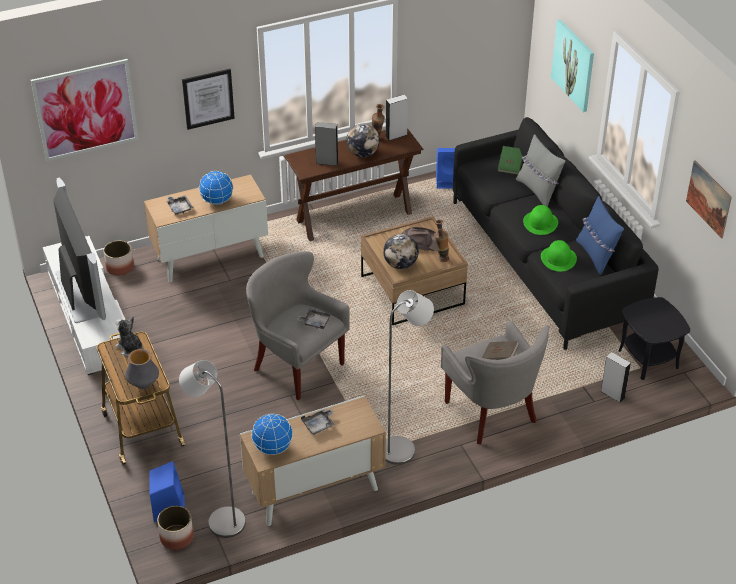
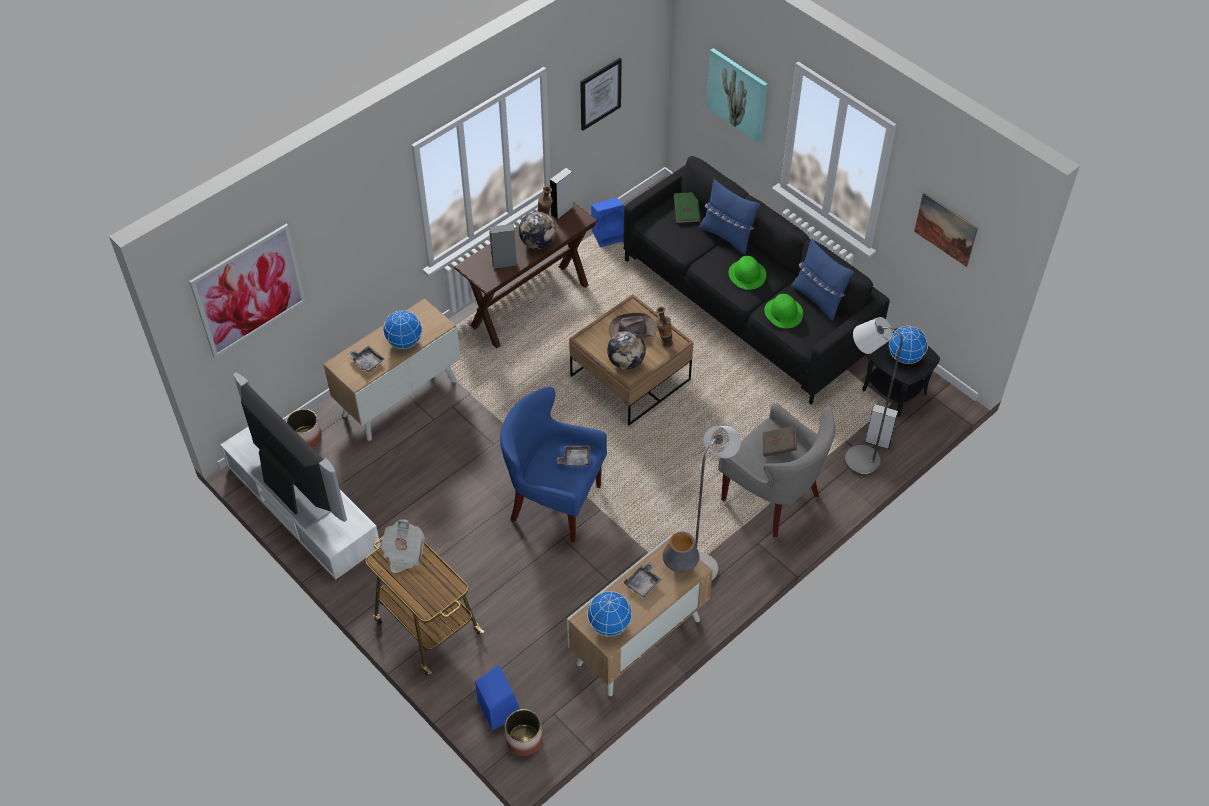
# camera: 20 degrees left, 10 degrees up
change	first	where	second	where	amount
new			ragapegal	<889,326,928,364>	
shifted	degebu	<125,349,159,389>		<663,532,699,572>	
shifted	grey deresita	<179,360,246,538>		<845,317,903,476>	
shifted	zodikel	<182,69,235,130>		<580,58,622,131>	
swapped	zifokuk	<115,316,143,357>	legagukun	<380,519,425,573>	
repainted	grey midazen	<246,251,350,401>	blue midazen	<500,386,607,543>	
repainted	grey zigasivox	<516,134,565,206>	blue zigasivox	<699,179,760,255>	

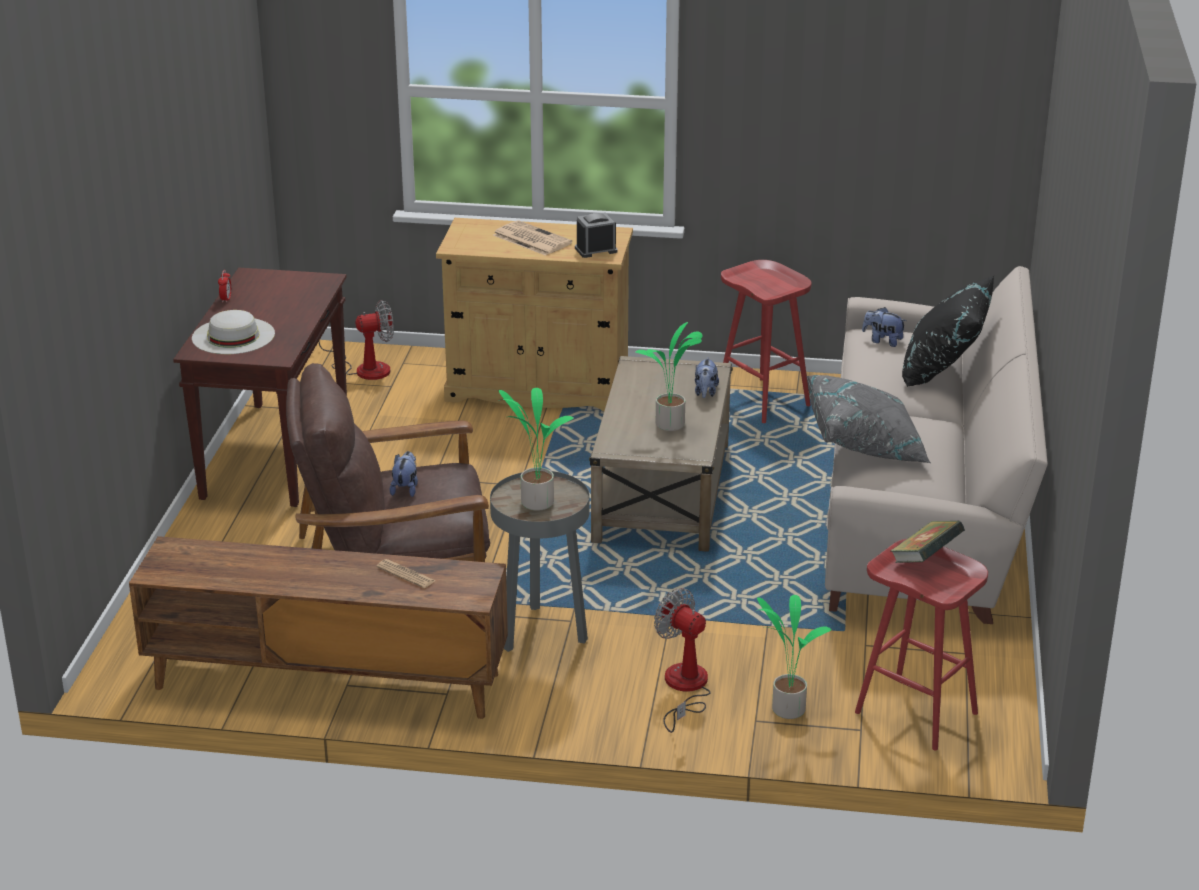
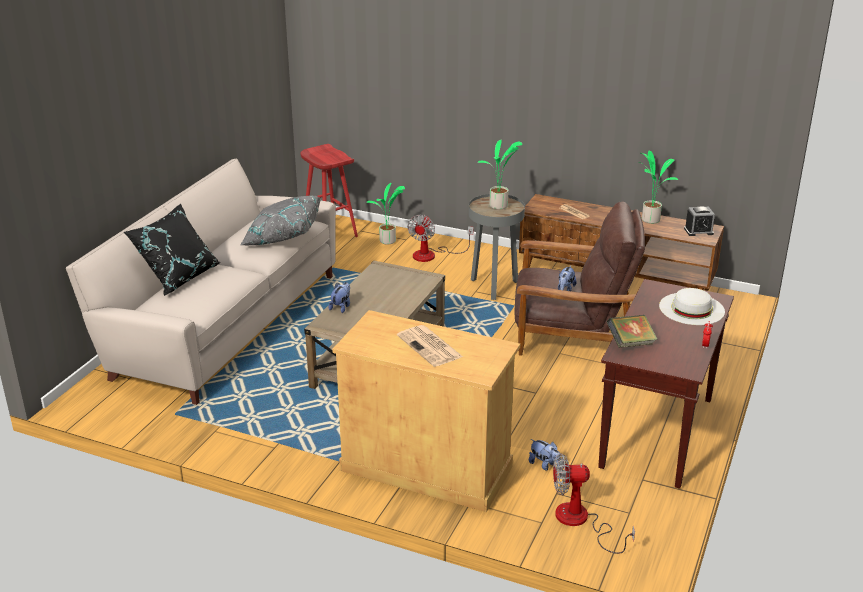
# camera: 165 degrees left, 0 degrees up
change	first	where	second	where	amount
gone	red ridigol	<721,260,812,423>			
shifted	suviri	<575,212,617,258>		<684,206,715,236>	
shifted	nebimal	<635,322,702,431>		<639,150,679,224>	
shifted	zifokuk	<862,307,906,347>		<529,439,561,471>	
shifted	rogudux	<891,521,965,563>		<607,315,658,348>	
rotated	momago	<654,588,711,733>		<407,215,473,262>	45 degrees clockwise

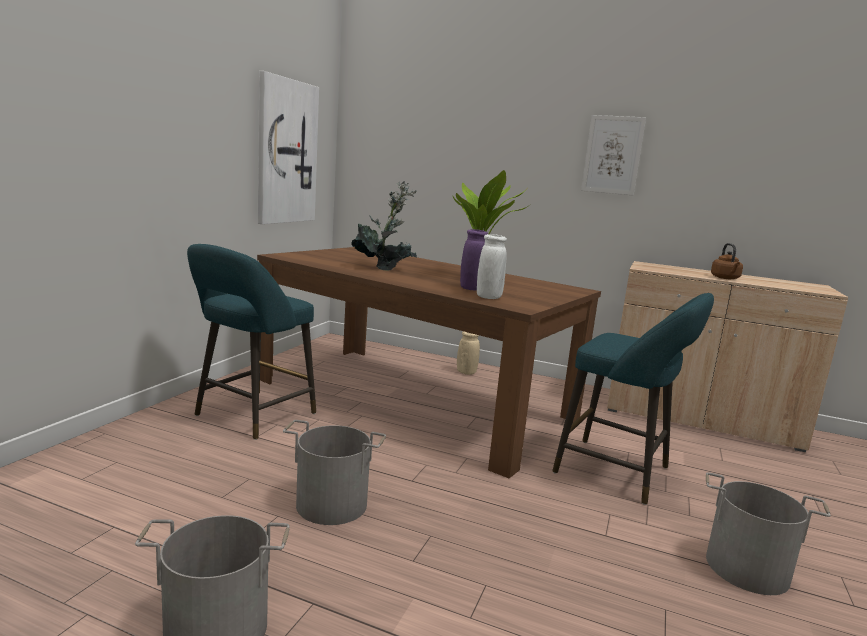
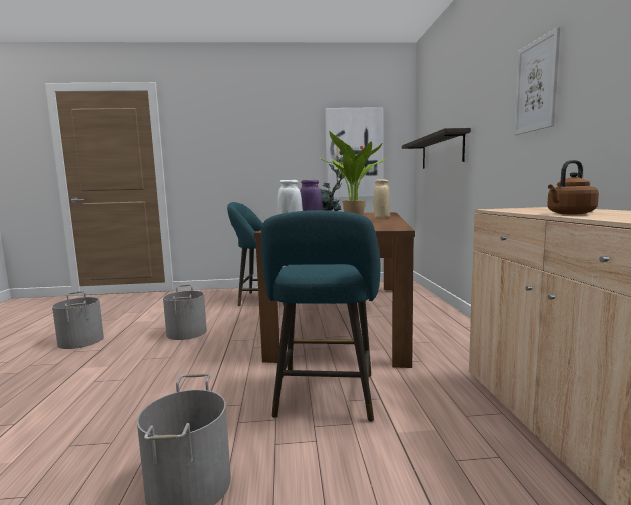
# camera: 65 degrees right, 5 degrees down
change	first	where	second	where	amount
new			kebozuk	<402,128,471,169>	
shifted	beige degebu	<457,331,480,375>		<374,179,390,218>	

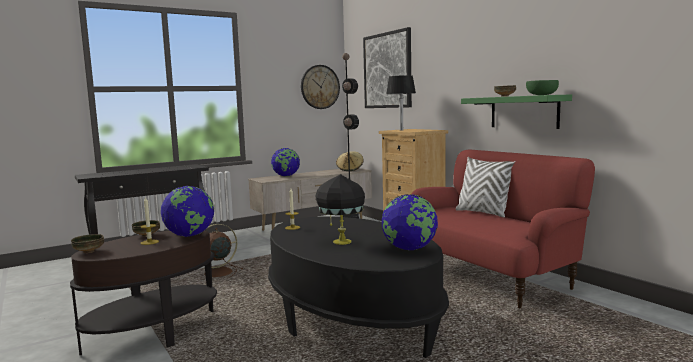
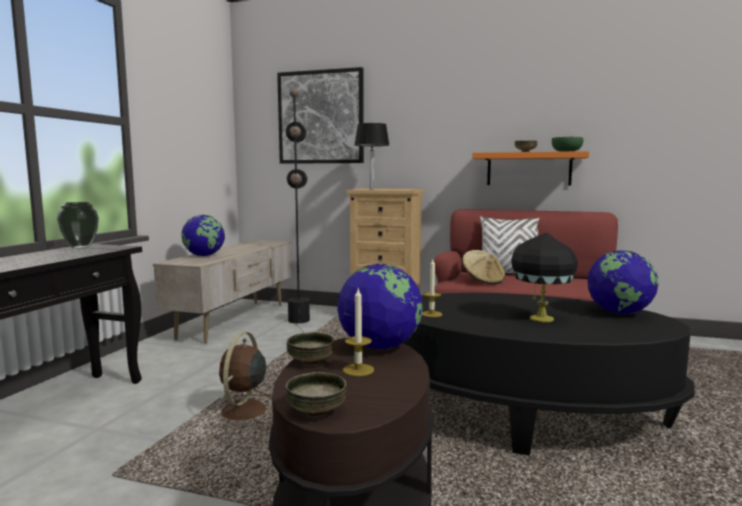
# camera: 40 degrees left, 0 degrees up
change	first	where	second	where	amount
gone	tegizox	<301,65,340,109>			
new			degebu	<57,202,99,249>	
shifted	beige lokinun	<336,151,363,171>		<462,250,505,284>	
repainted	green kebozuk	<461,94,572,129>	orange kebozuk	<472,151,589,186>	

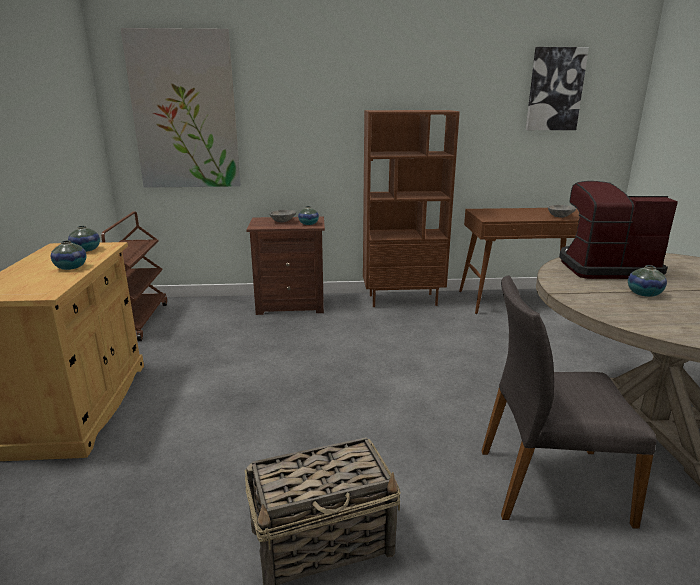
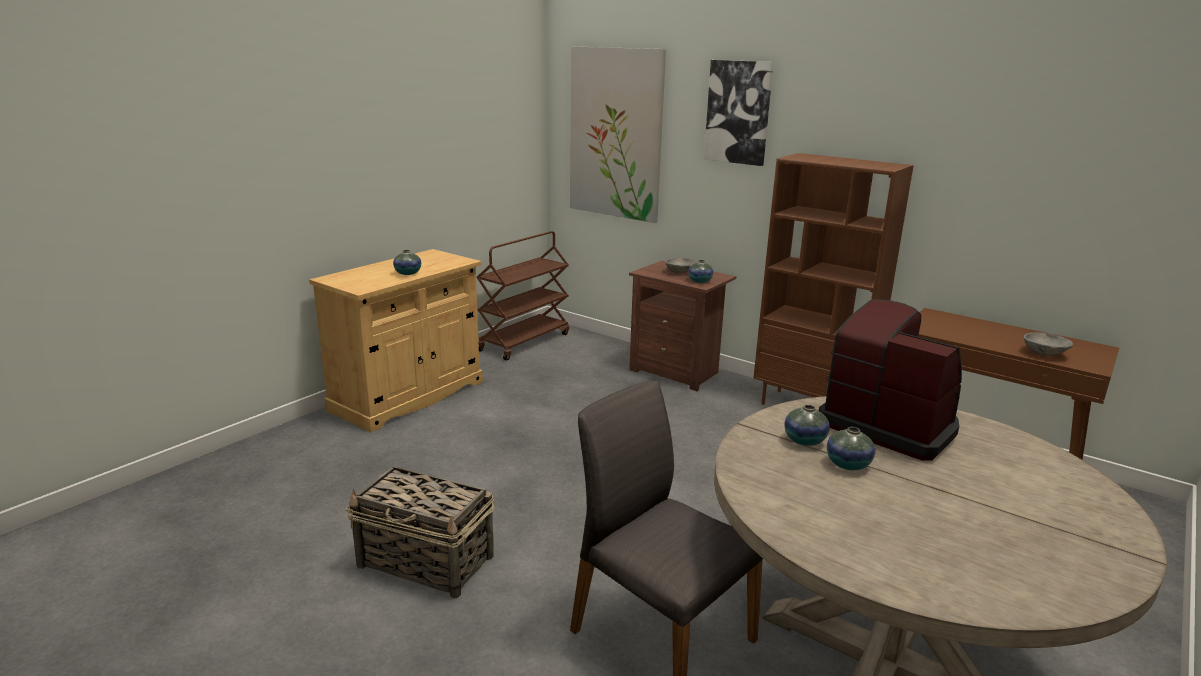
# camera: 40 degrees right, 0 degrees up
change	first	where	second	where	amount
shifted	degebu	<68,226,100,252>		<785,405,830,446>	
shifted	zodikel	<526,47,589,130>		<704,60,774,166>	

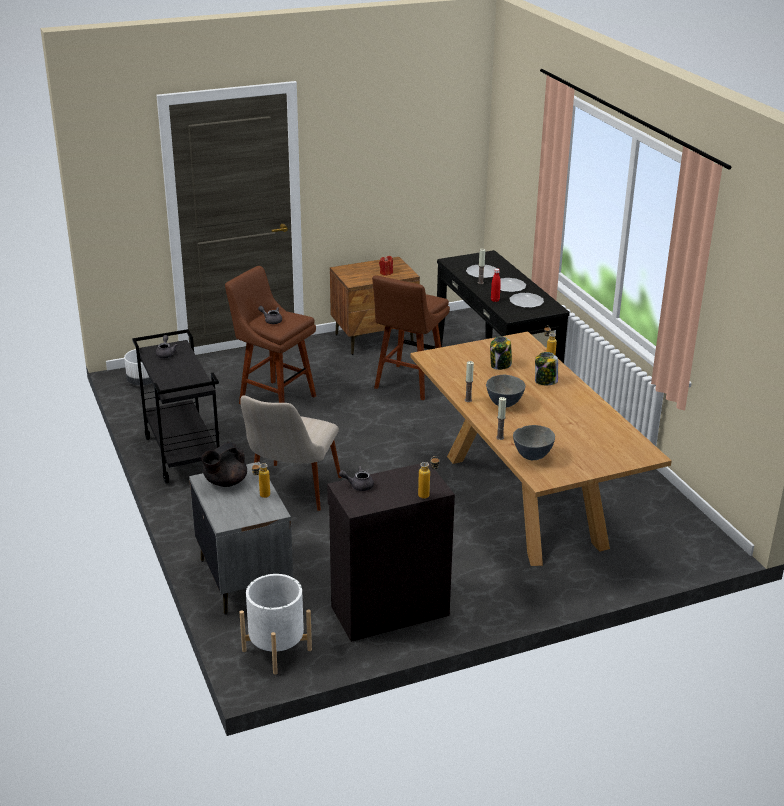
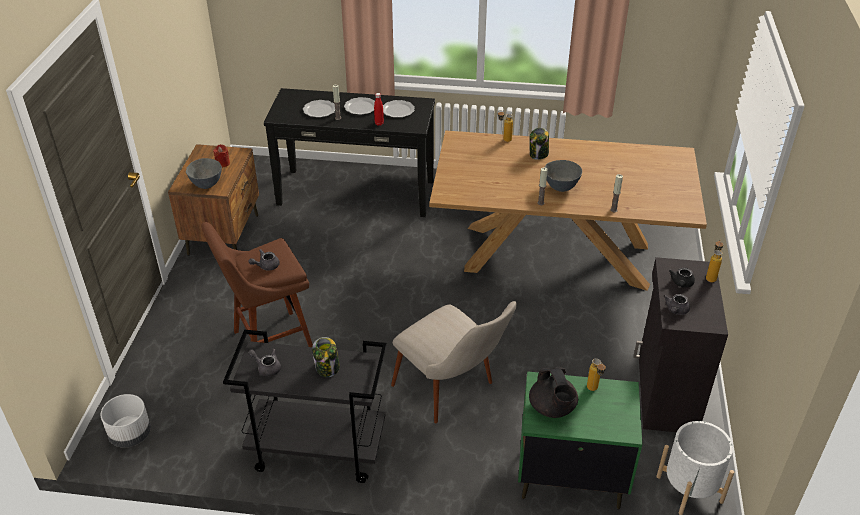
# camera: 60 degrees left, 10 degrees up
change	first	where	second	where	amount
gone	brown ridigol	<372,275,450,400>			
new			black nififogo	<669,267,695,288>	
shifted	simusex	<490,336,512,370>		<312,337,340,377>	
shifted	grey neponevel	<513,425,555,460>		<186,158,222,189>	
repainted	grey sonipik	<189,462,293,615>	green sonipik	<518,371,642,510>	

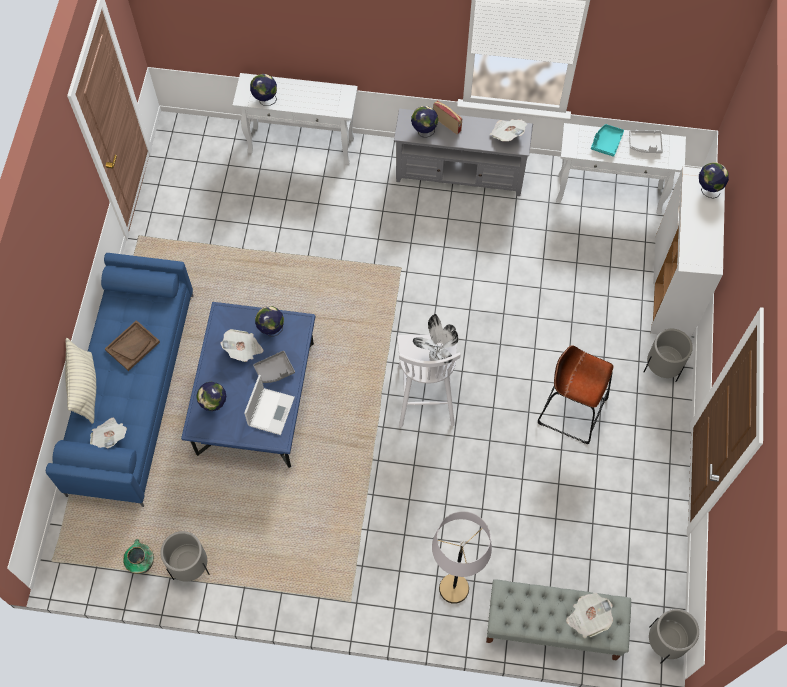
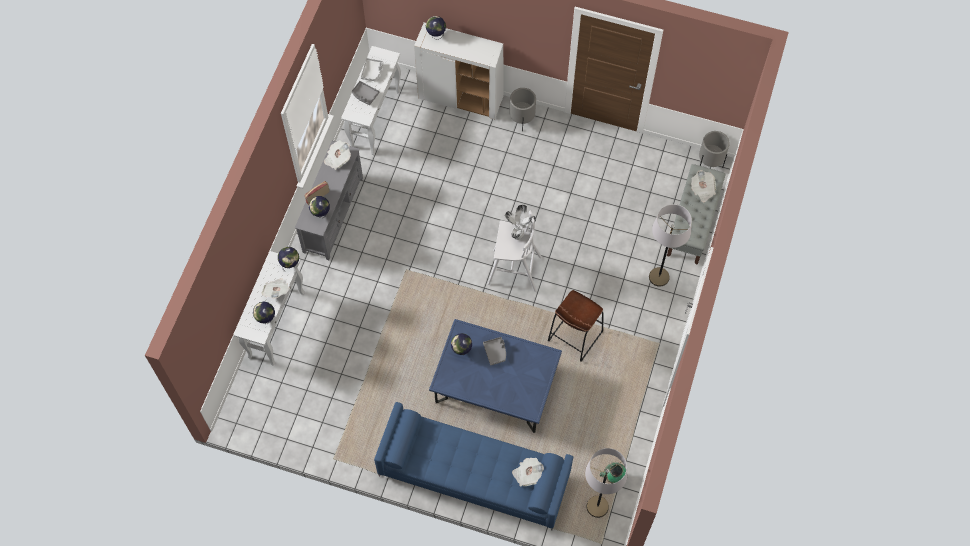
# camera: 80 degrees left, 0 degrees up
change	first	where	second	where	amount
gone	zigasivox	<65,338,96,424>			
gone	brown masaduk	<105,320,160,371>			
gone	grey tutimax	<161,531,209,582>			
gone	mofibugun	<244,375,295,435>			
new			grey deresita	<585,448,627,518>	
shifted	ragapegal	<196,382,226,411>		<278,247,299,272>	
shifted	legagukun	<221,329,263,362>		<262,278,290,299>	
shifted	brown ridigol	<537,345,614,445>		<548,290,603,362>	
repainted	turquoise masaduk	<591,124,624,157>	grey masaduk	<352,81,379,105>	

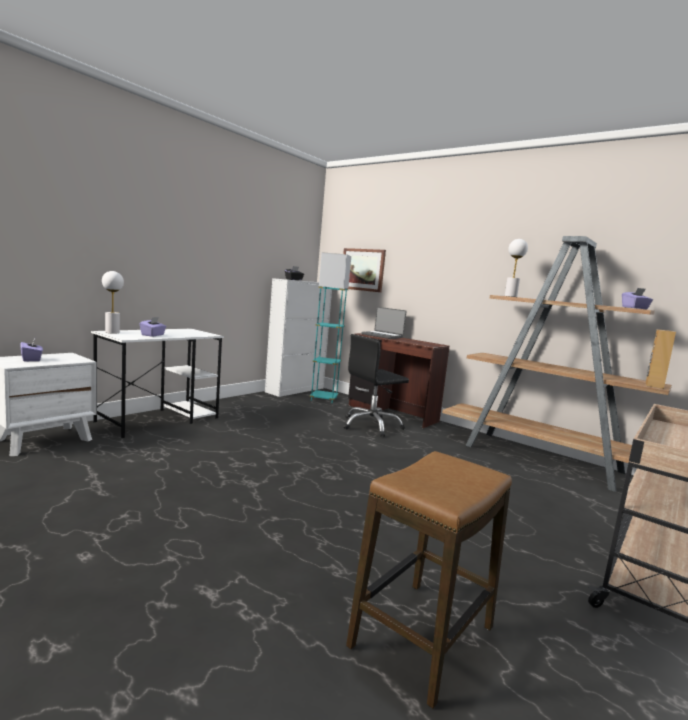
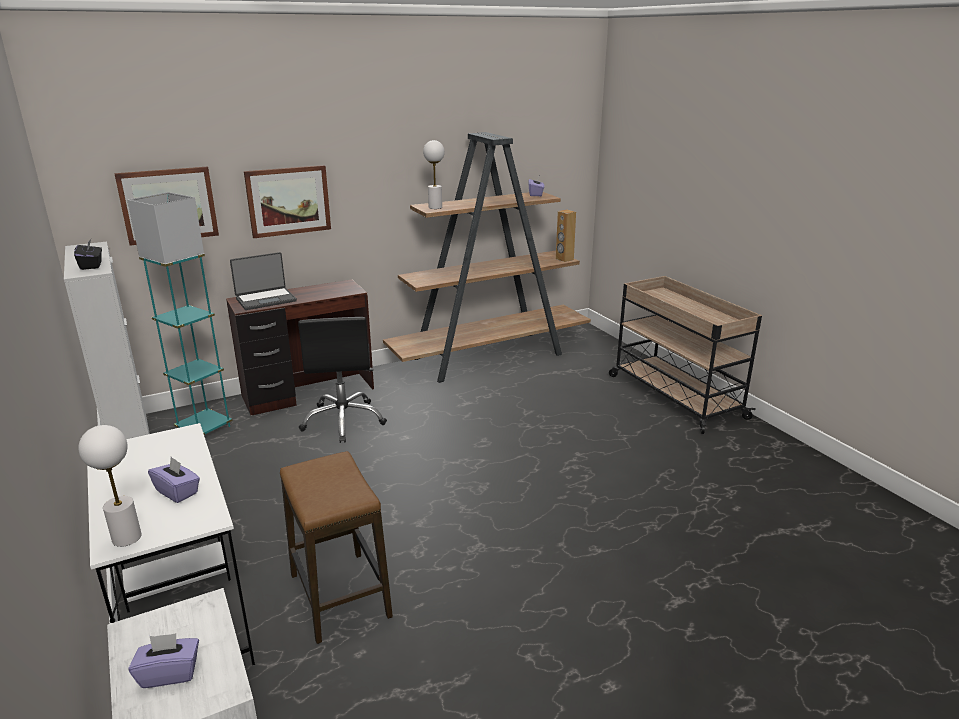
# camera: 65 degrees left, 15 degrees up
change	first	where	second	where	amount
new			zodikel	<244,165,331,238>	
shifted	ridigol	<346,451,512,708>		<280,451,393,644>	

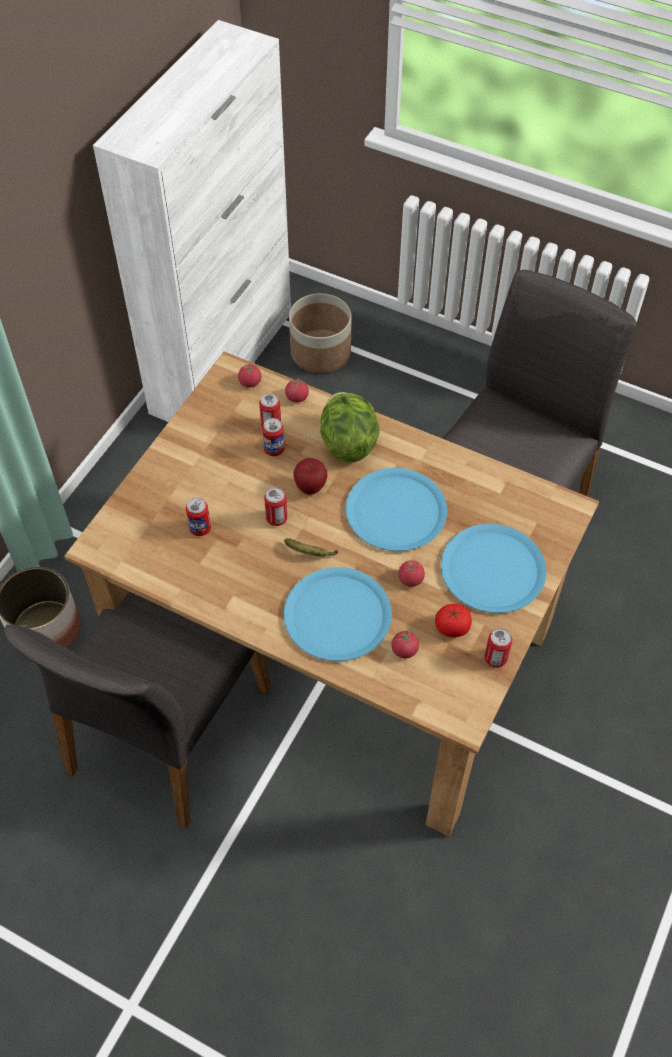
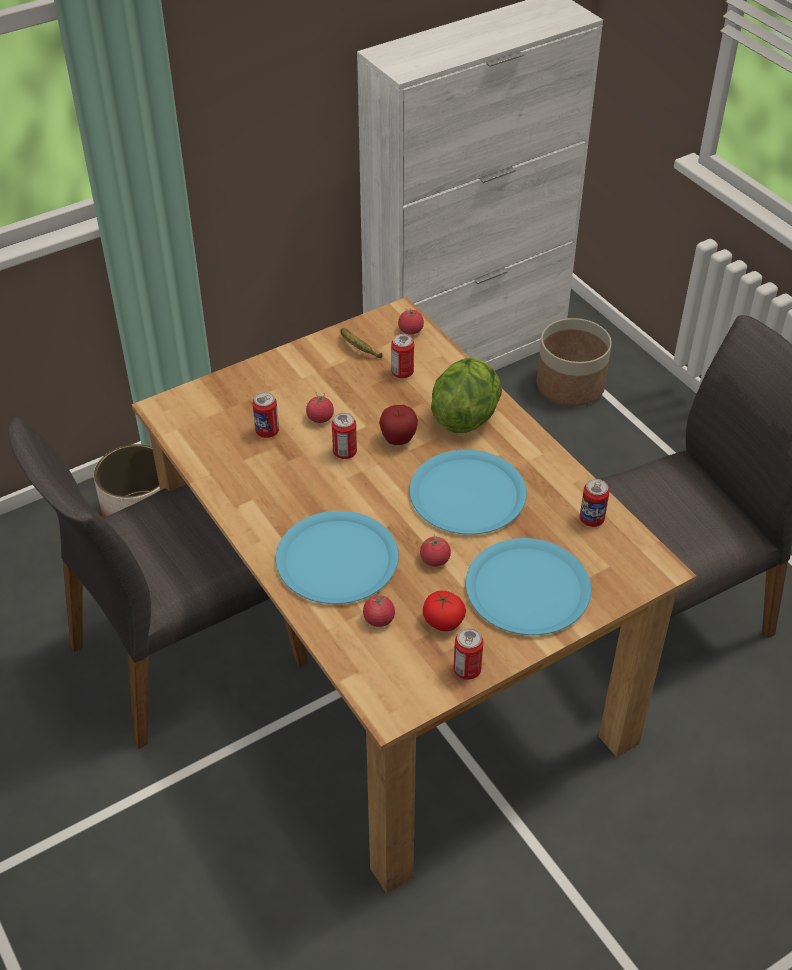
# camera: 30 degrees right, 10 degrees down
change	first	where	second	where	amount
shifted	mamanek	<262,418,285,456>		<580,479,609,527>	
shifted	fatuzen	<284,538,338,556>		<340,328,383,358>	
shifted	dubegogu	<285,377,309,403>		<306,392,334,423>	

